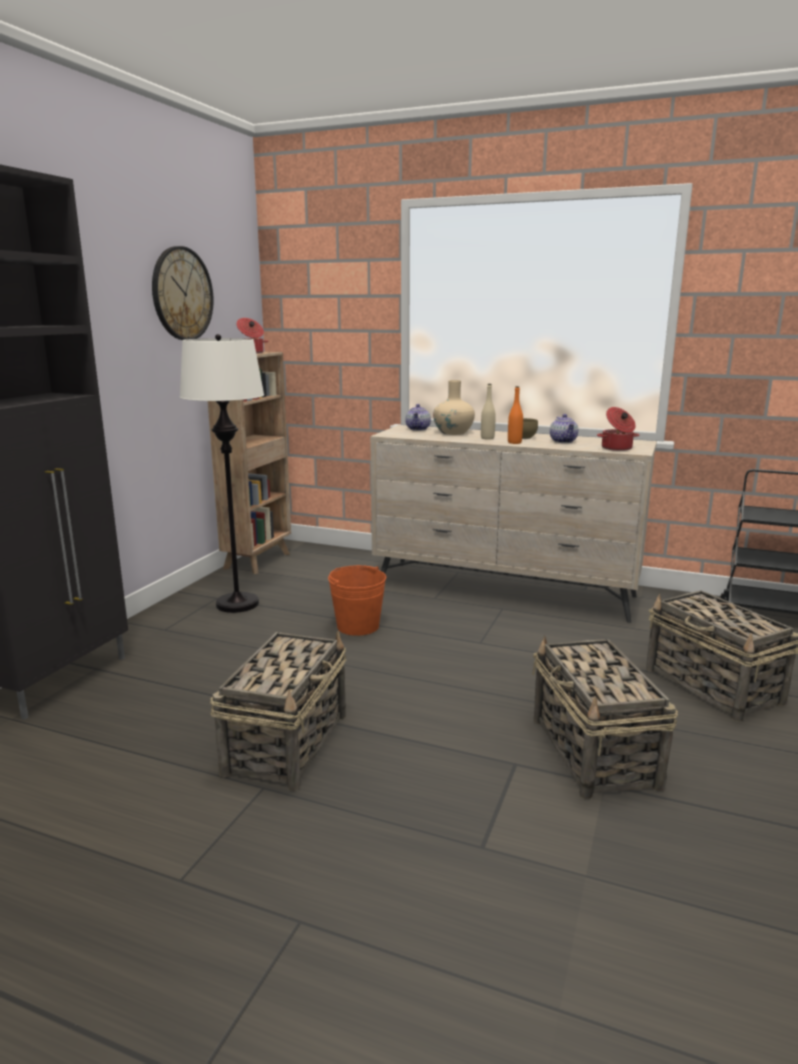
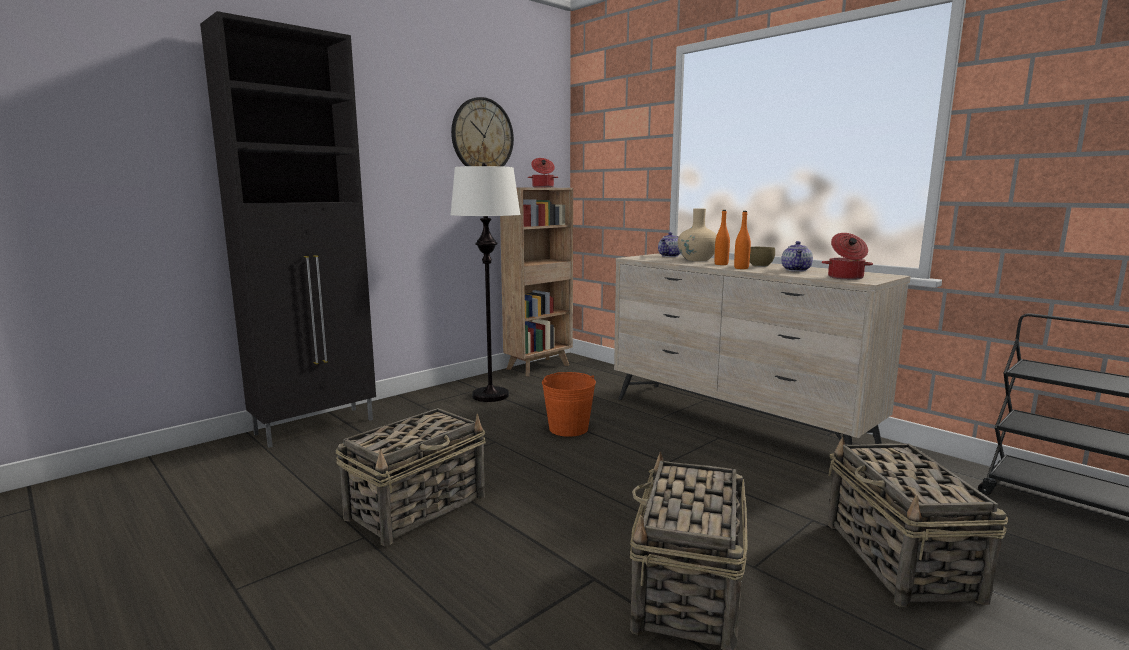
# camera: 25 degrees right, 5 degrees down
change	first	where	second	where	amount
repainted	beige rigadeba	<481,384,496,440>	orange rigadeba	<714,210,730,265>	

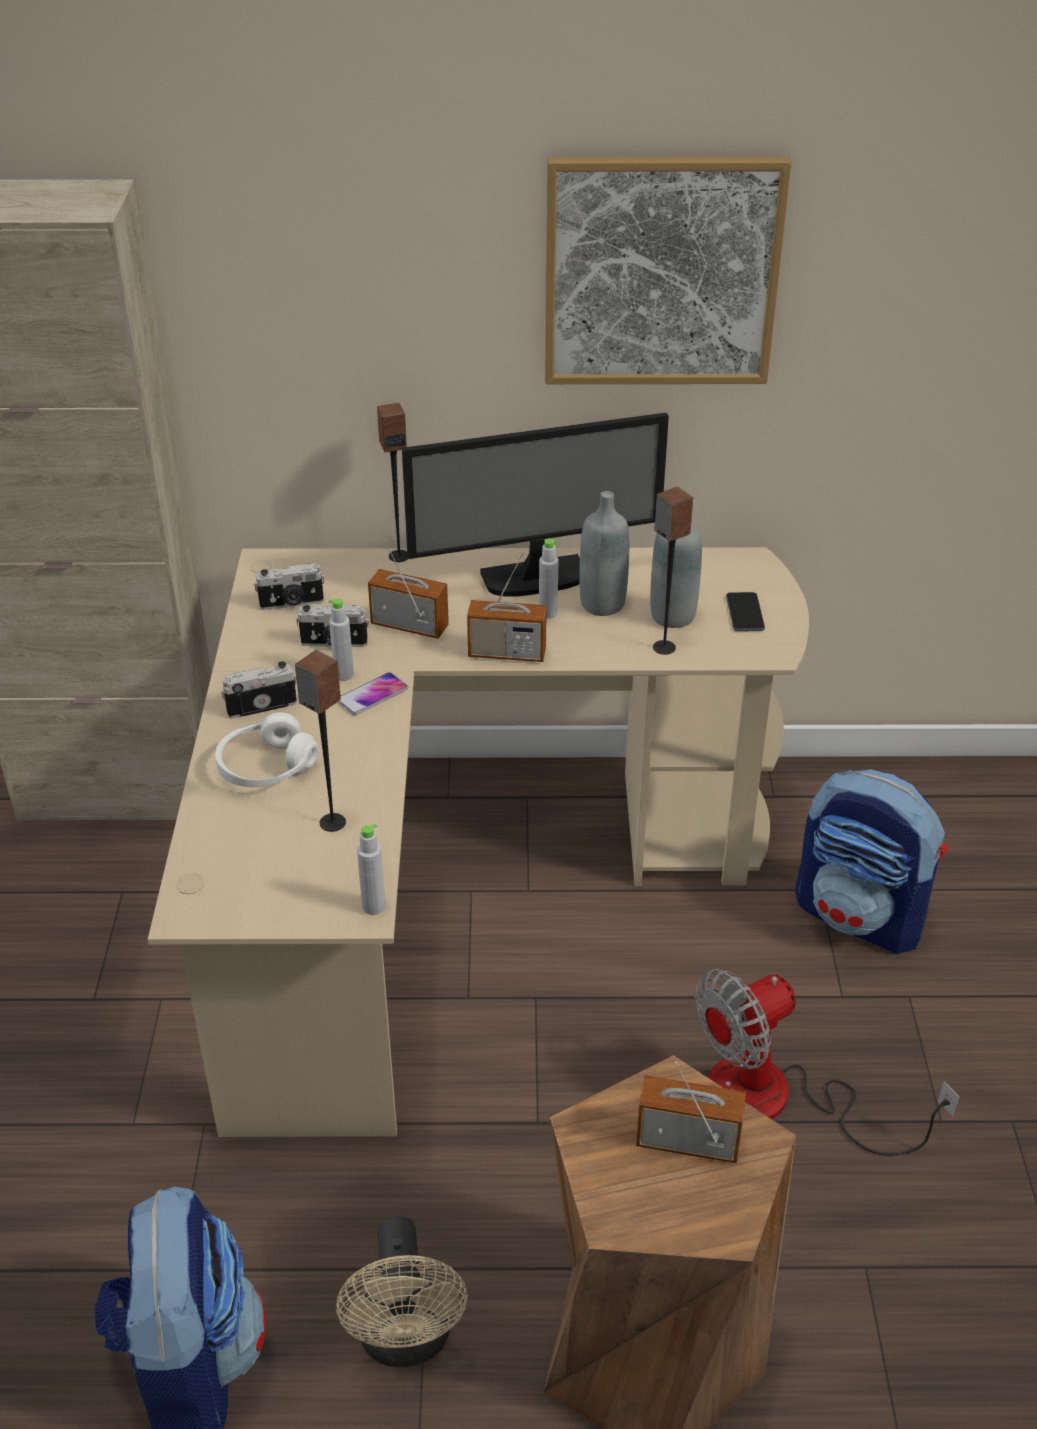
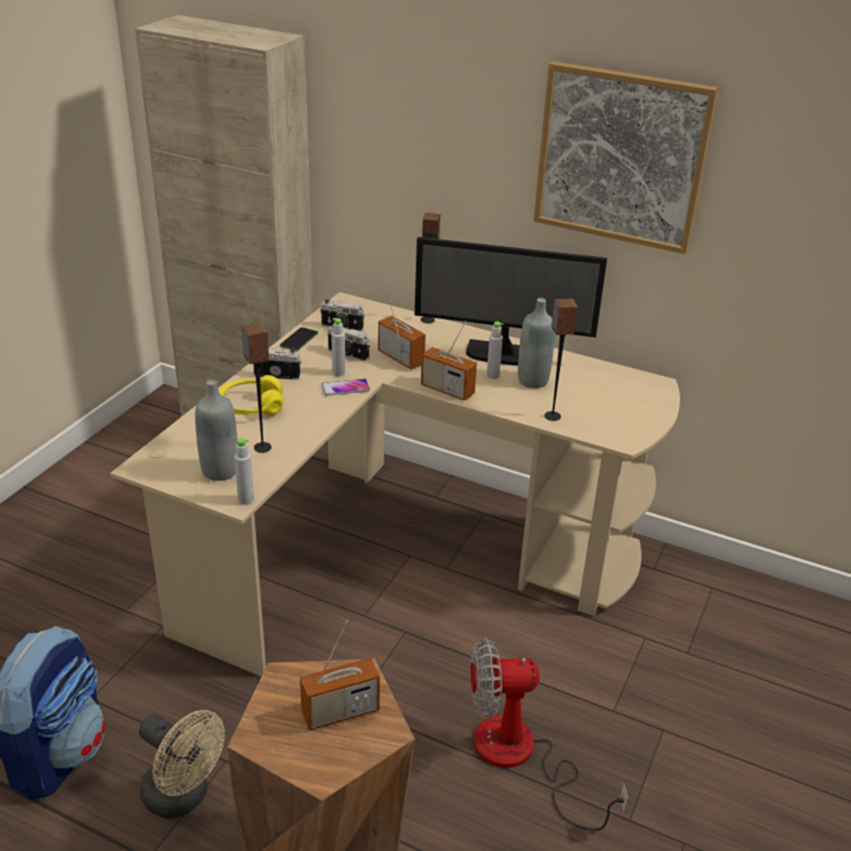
# camera: 25 degrees right, 5 degrees down
change	first	where	second	where	amount
gone	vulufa	<795,769,948,954>			
shifted	grey rigadeba	<650,524,702,628>		<195,379,238,481>	
shifted	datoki	<726,592,765,631>		<280,327,318,351>	
repainted	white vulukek	<215,713,318,787>	yellow vulukek	<219,375,284,416>	
rotated	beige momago	<336,1216,467,1367>		<139,710,225,819>	75 degrees counterclockwise
rotated	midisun	<636,1061,746,1163>		<300,620,380,730>	120 degrees clockwise

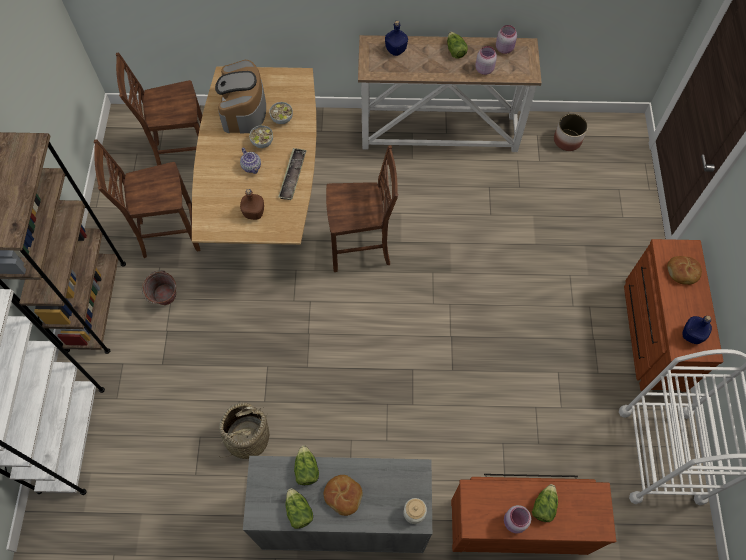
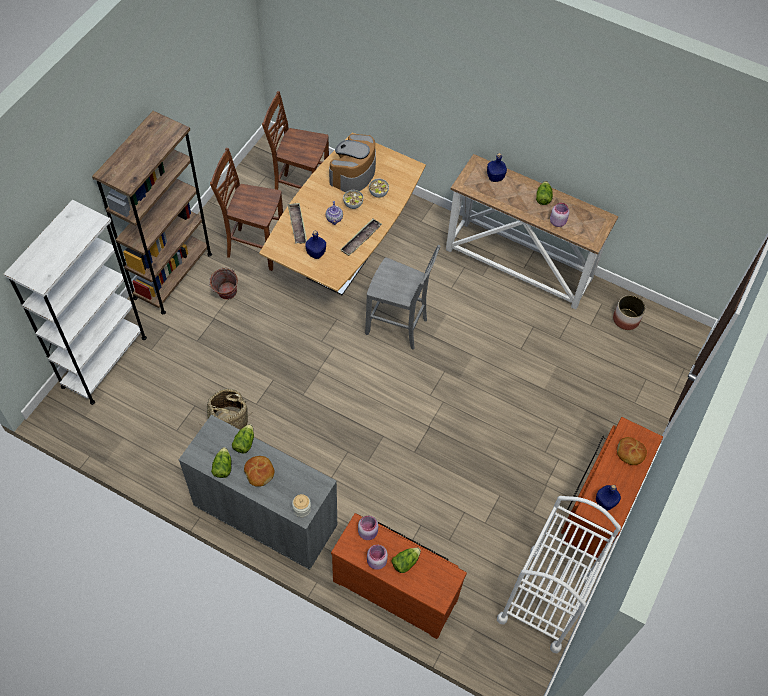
# camera: 25 degrees right, 5 degrees down
change	first	where	second	where	amount
new			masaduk	<288,203,307,244>	
shifted	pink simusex	<496,25,517,54>		<358,516,378,540>	
repainted	brown rigadeba	<240,189,264,220>	blue rigadeba	<305,231,326,259>	
repainted	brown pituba	<326,145,398,272>	grey pituba	<365,245,441,350>	

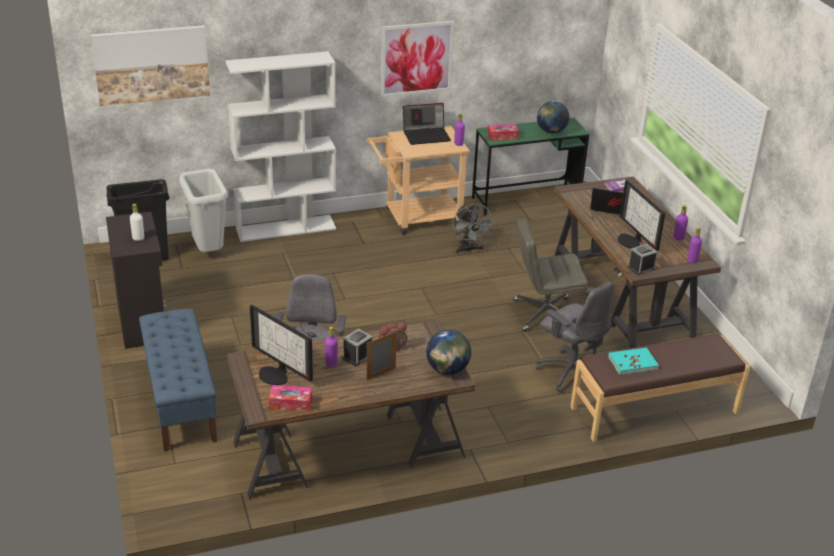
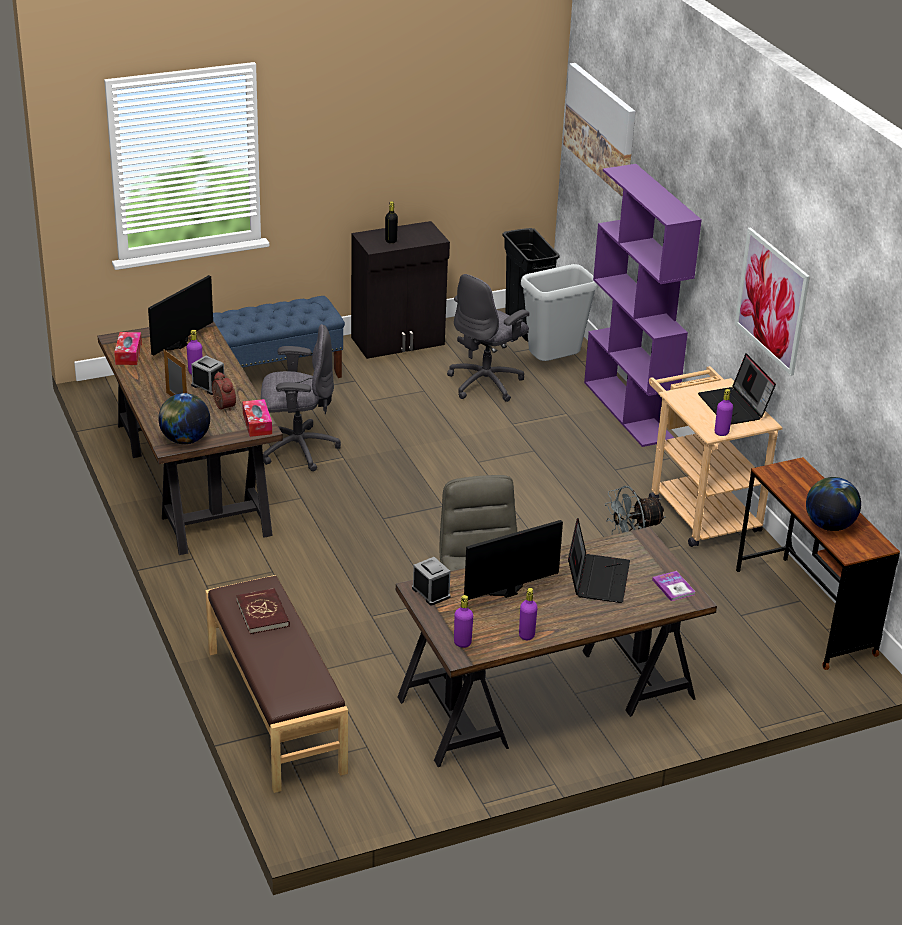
# camera: 85 degrees right, 0 degrees up
change	first	where	second	where	amount
shifted	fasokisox	<487,124,519,141>		<242,399,272,437>	
shifted	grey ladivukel	<536,282,614,393>		<447,274,529,402>	
repainted	white rigadeba	<130,204,144,241>	black rigadeba	<385,201,398,243>	
repainted	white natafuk	<225,51,336,242>	purple natafuk	<584,164,702,447>	
repainted	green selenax	<472,118,589,216>	brown selenax	<736,457,900,670>	
repainted	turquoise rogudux	<608,348,659,375>	red rogudux	<236,588,290,634>	

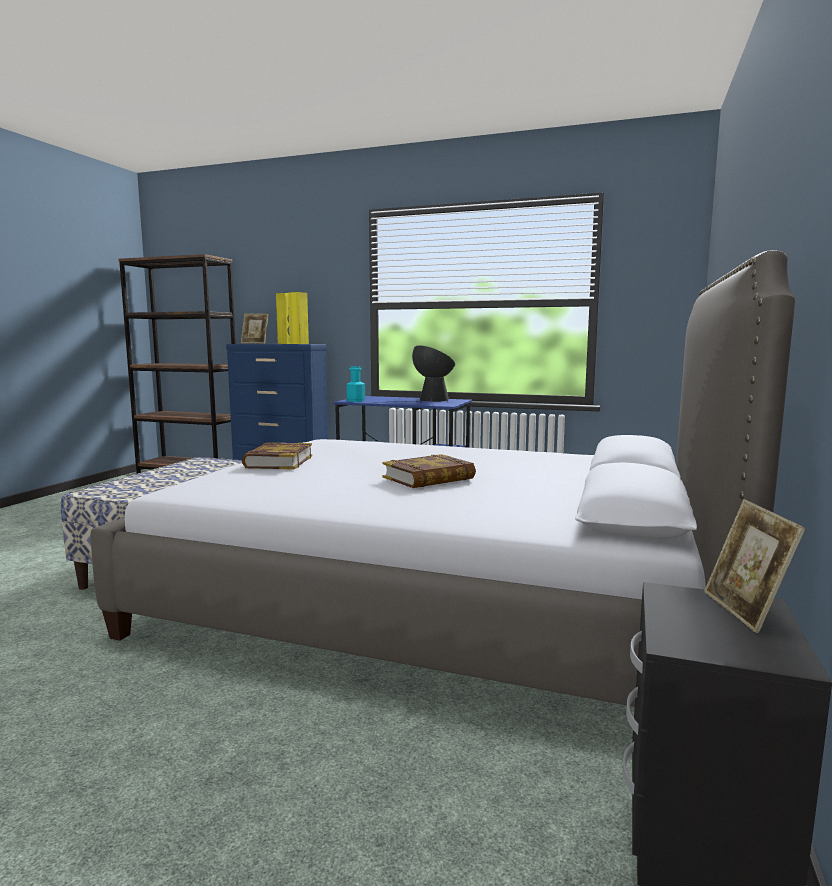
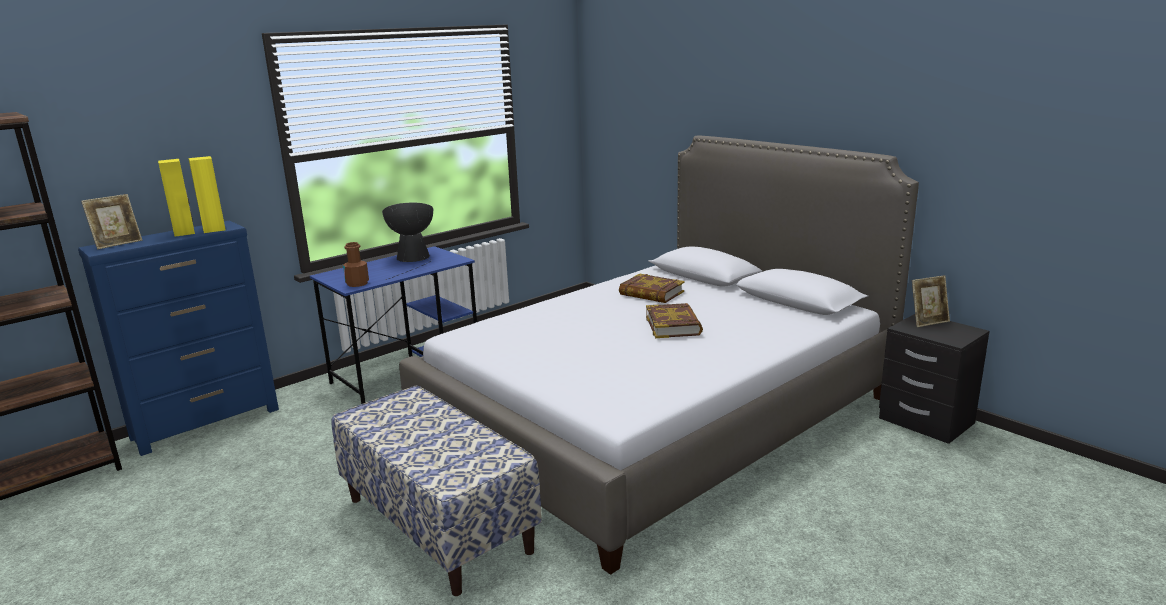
# camera: 60 degrees left, 10 degrees up
change	first	where	second	where	amount
shifted	rogudux	<242,443,312,470>		<619,273,685,303>	
repainted	turquoise rigadeba	<347,366,365,402>	brown rigadeba	<343,242,369,287>	
rotated	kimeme	<704,499,805,633>		<912,275,950,327>	45 degrees counterclockwise

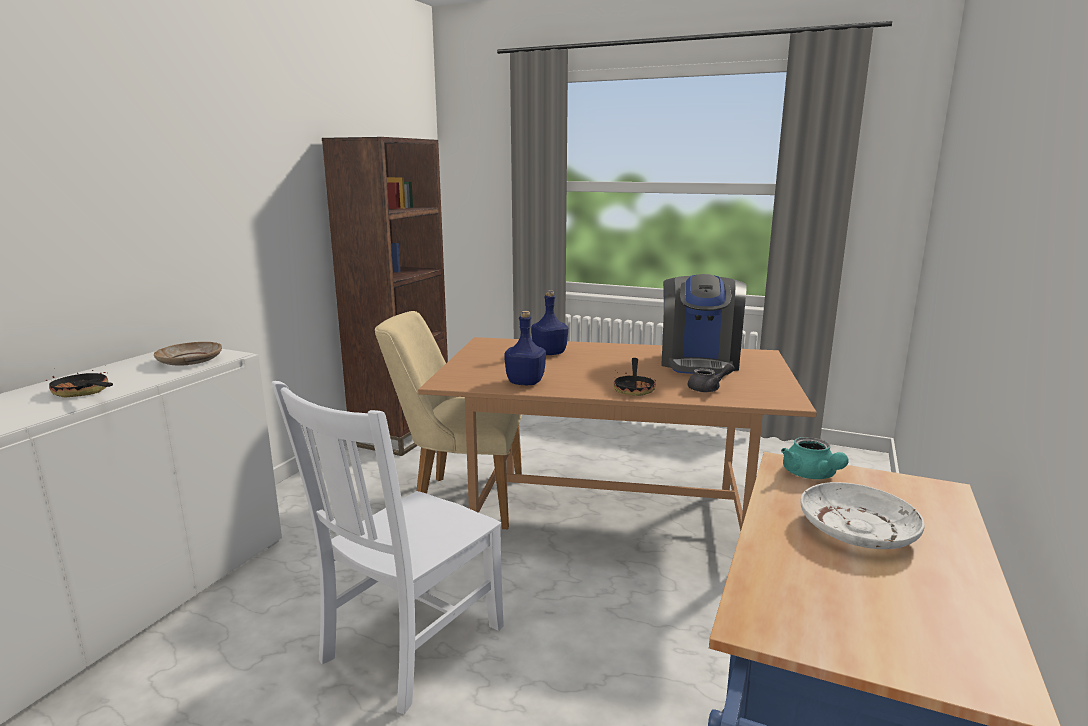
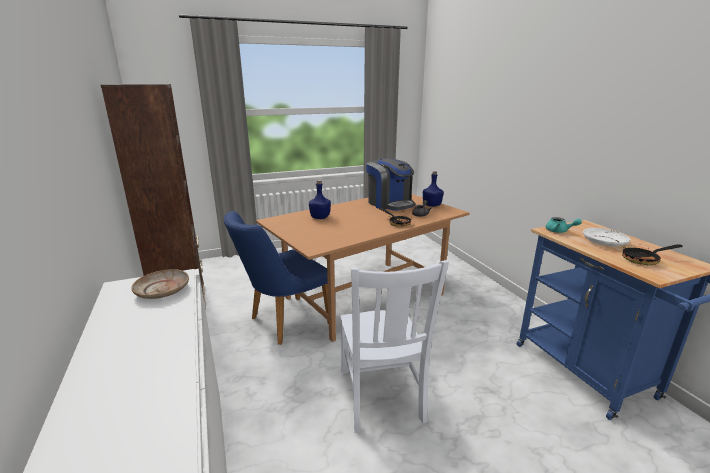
# camera: 45 degrees left, 5 degrees up
change	first	where	second	where	amount
shifted	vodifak	<45,368,113,397>		<622,244,683,265>	
shifted	blue rigadeba	<504,311,546,385>		<423,171,444,207>	
repainted	beige pituba	<375,311,522,529>	blue pituba	<224,211,329,345>	

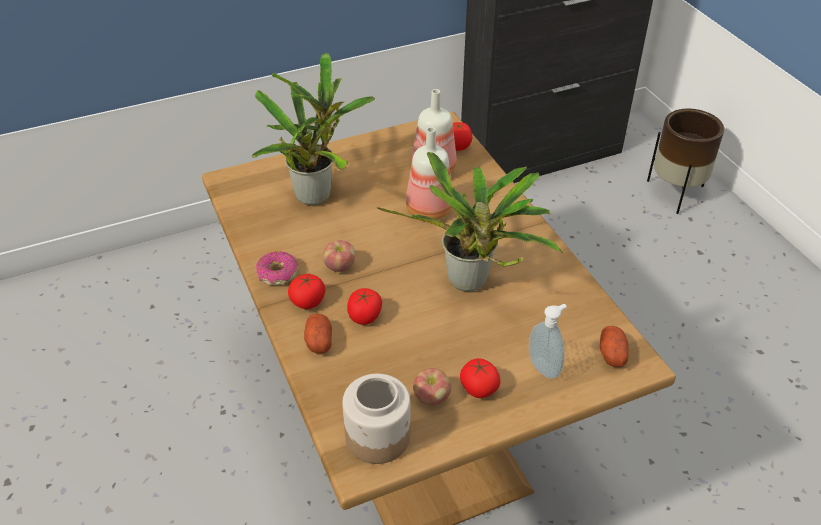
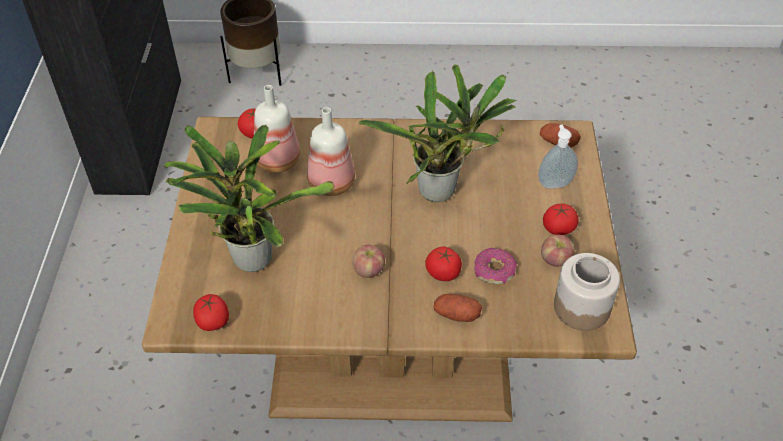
# camera: 65 degrees left, 5 degrees up
change	first	where	second	where	amount
shifted	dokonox	<256,251,298,285>		<474,248,517,285>	
shifted	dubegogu	<288,274,325,309>		<193,294,229,331>	

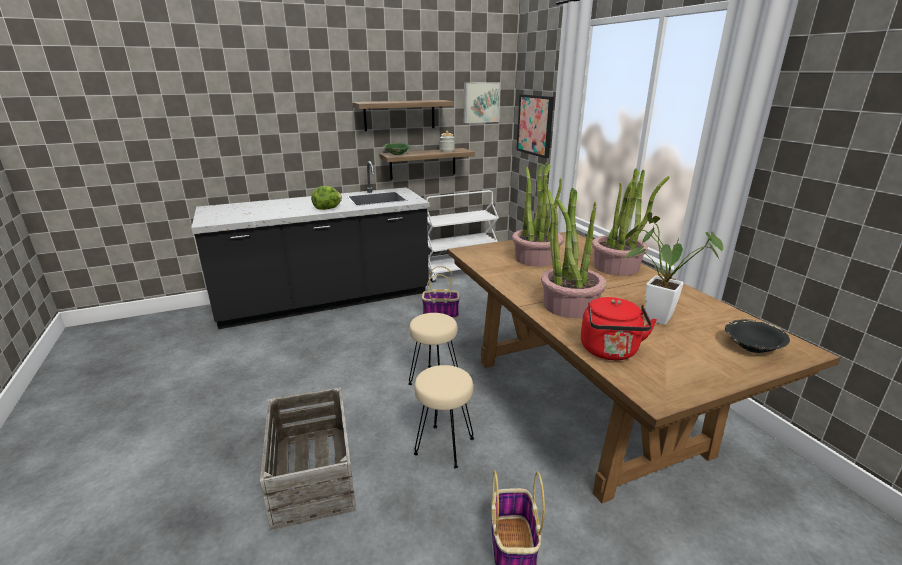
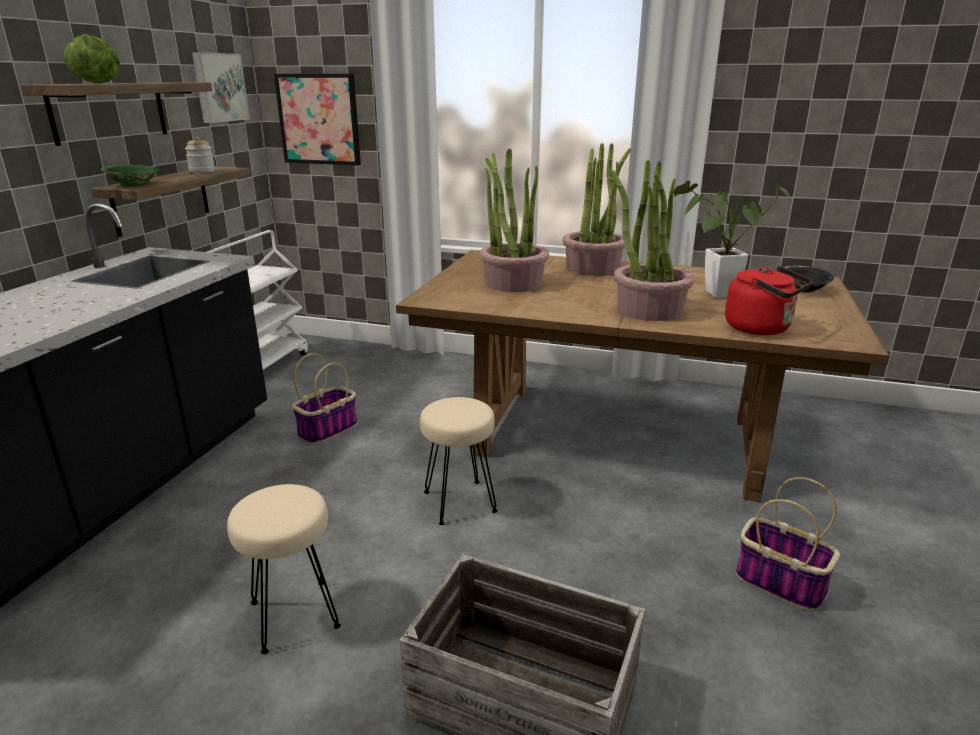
# camera: 50 degrees left, 0 degrees up
change	first	where	second	where	amount
shifted	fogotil	<311,186,342,210>		<64,34,120,83>	
shifted	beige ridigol	<414,365,474,468>		<227,484,341,654>	

